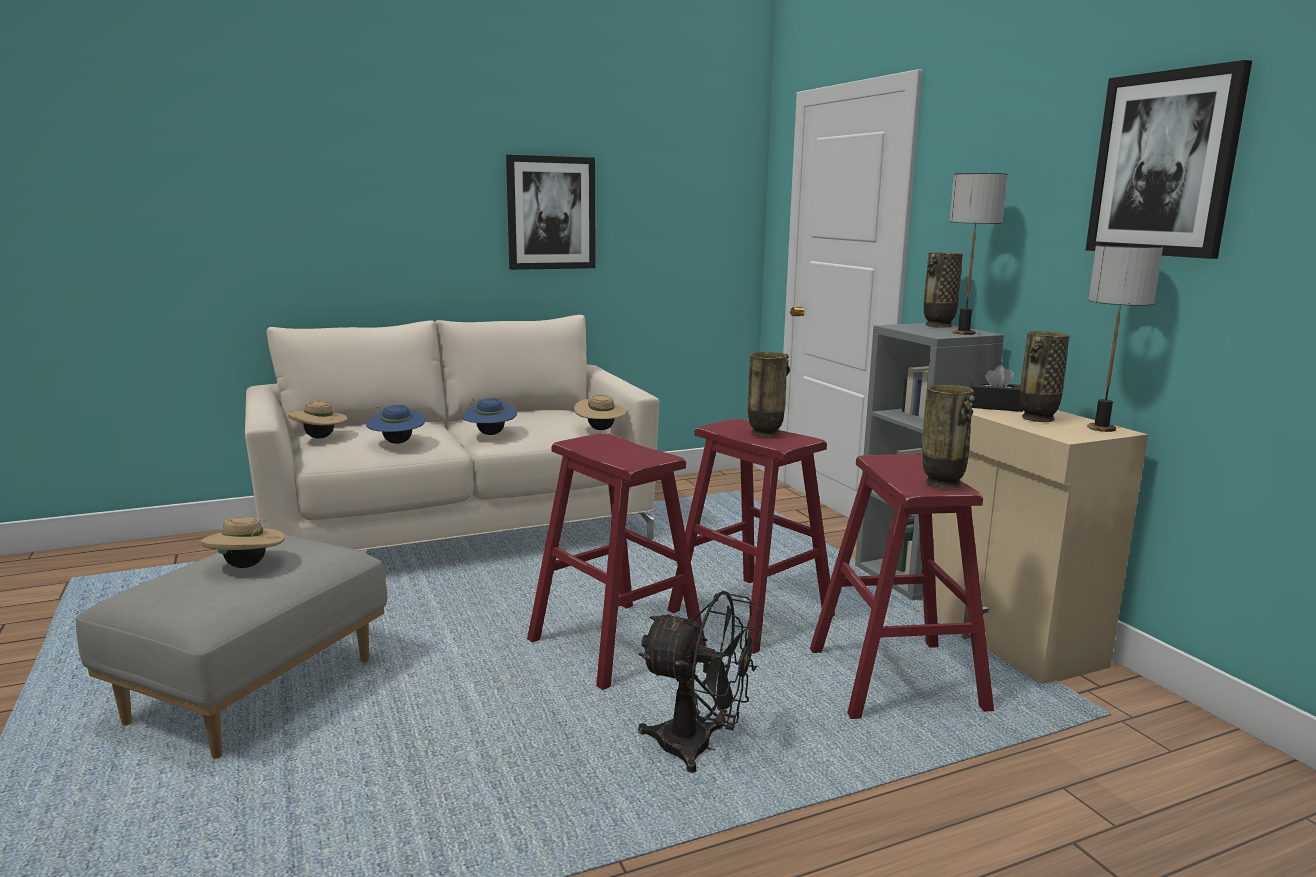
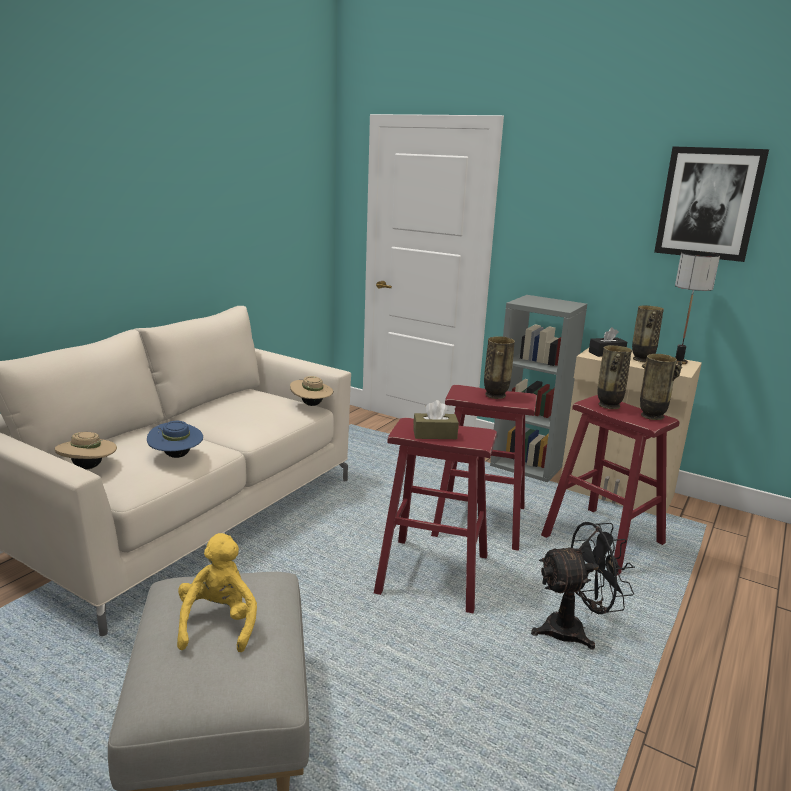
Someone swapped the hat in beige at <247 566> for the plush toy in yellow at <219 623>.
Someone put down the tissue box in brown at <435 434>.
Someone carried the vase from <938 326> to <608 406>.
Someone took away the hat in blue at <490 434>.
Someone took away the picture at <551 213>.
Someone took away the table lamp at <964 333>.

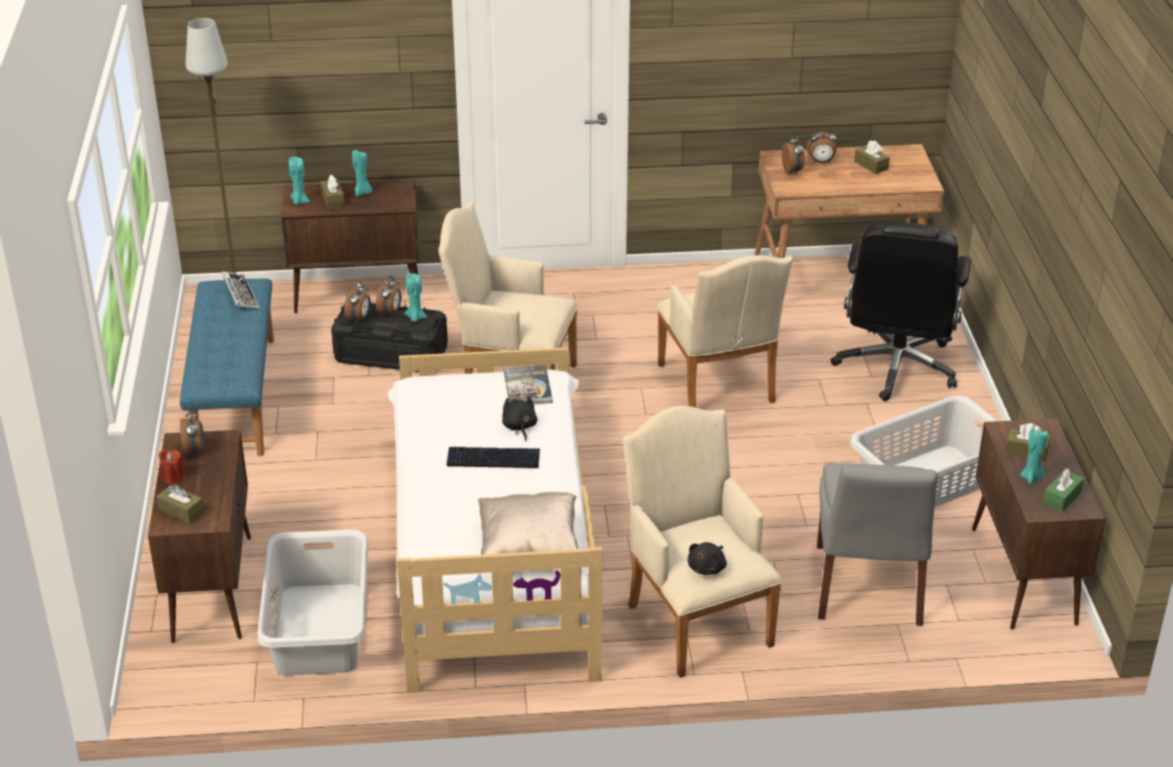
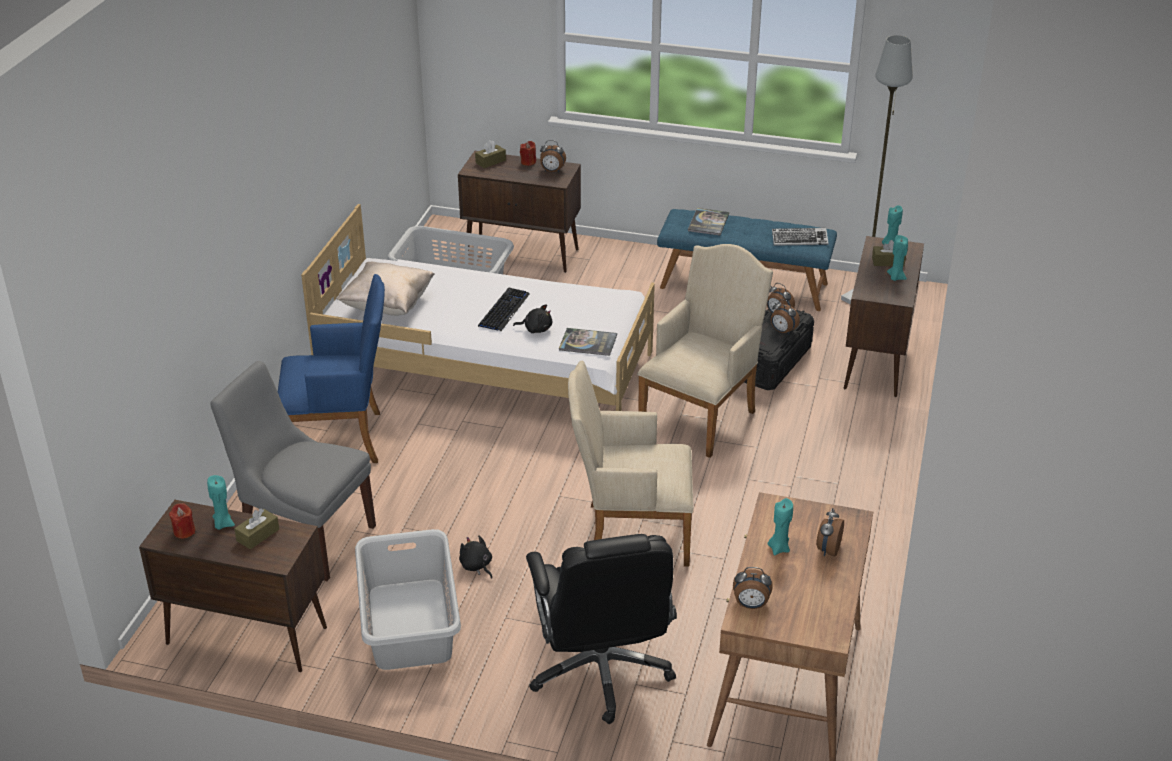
Someone swapped the tissue box in green at <1062 497> for the candle in red at <184 531>.
Someone repainted the armchair in beige at <696 618>, which became the armchair in blue at <341 439>.
Someone carried the plush toy in black from <707 568> to <476 566>.
Someone rotated the office chair in black at <896 367> by 135 degrees counterclockwise.
Someone put down the book at <708 222>.
Someone carried the alarm clock from <792 171> to <751 605>.
Someone carried the candle in turquoise from <415 318> to <779 548>.
Someone took away the tissue box in brown at <871 165>.

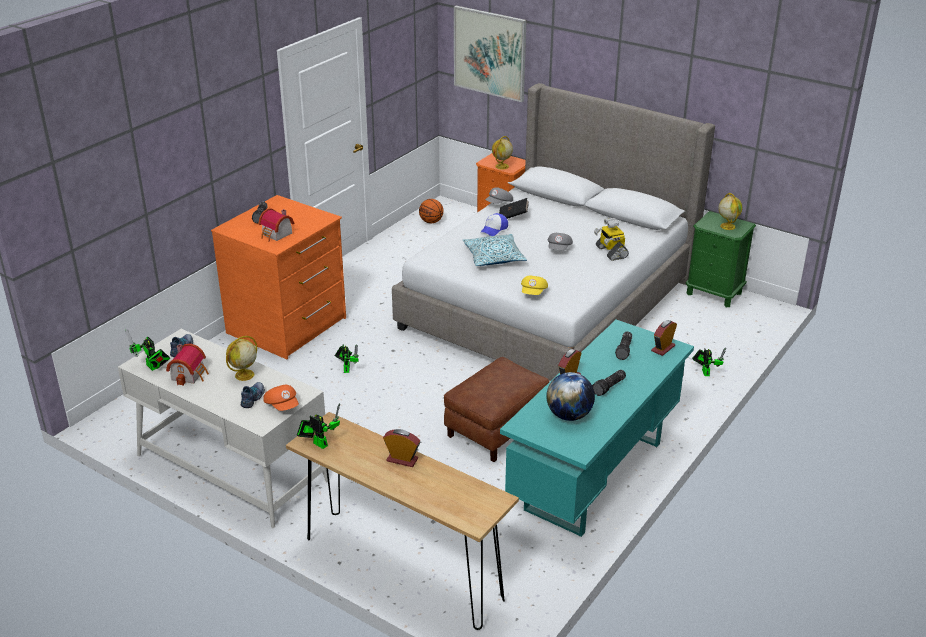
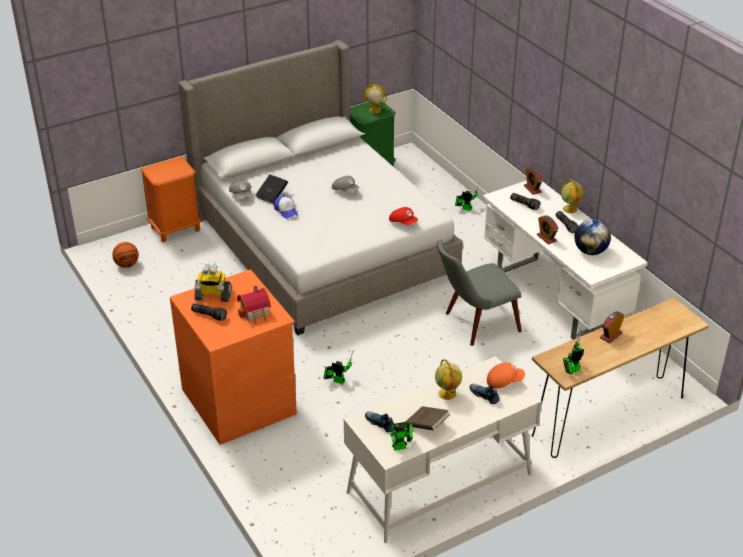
Someone carried the toy robot from <610 252> to <213 296>.
Someone repainted the cap in yellow at <534 293>, which became the cap in red at <403 222>.
Someone swapped the toy house at <190 374> for the book in brown at <427 425>.
Someone swapped the ottoman in brown at <496 429> for the chair in grey at <474 324>.
Someone repainted the desk in turquoise at <595 476>, which became the desk in white at <554 297>.
Someone carried the globe from <502 166> to <570 209>.
Someone took away the picture at <490 53>.
Someone took away the pillow at <494 257>.

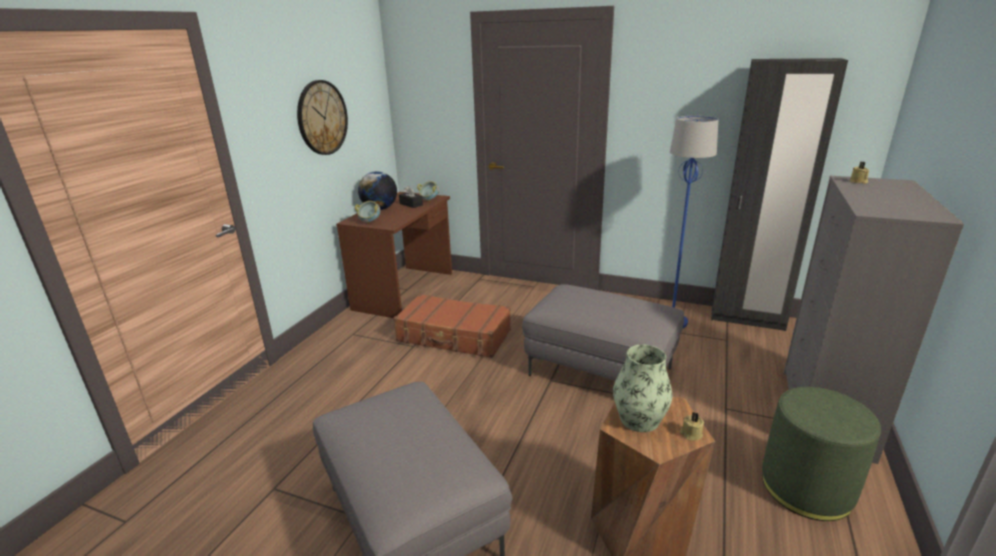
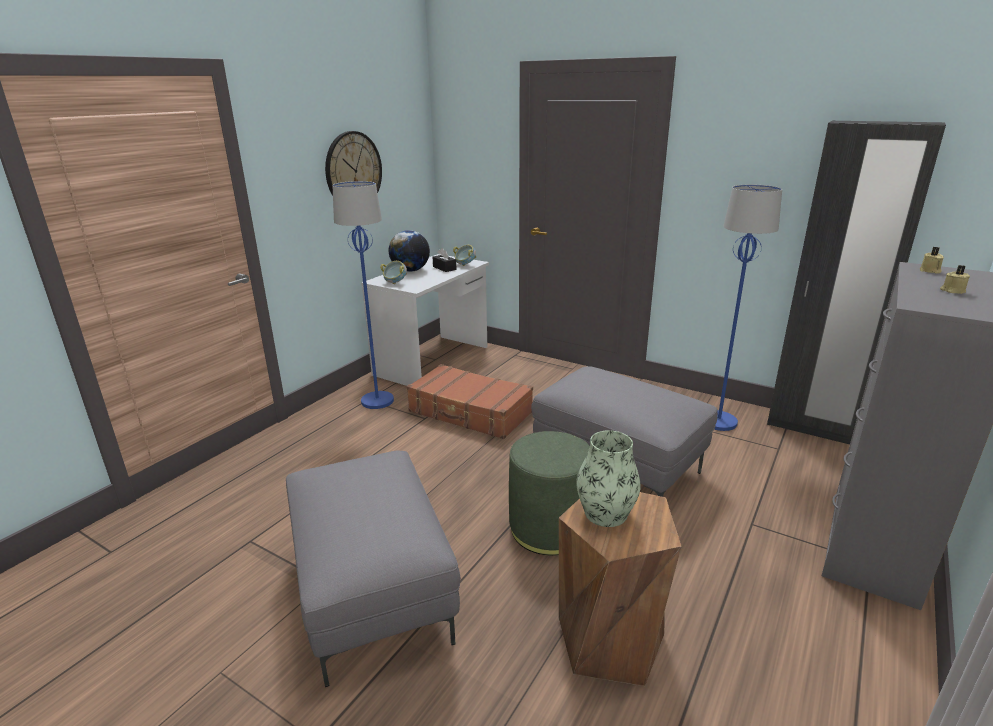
Someone put down the floor lamp in blue at <377 401>.
Someone repainted the desk in brown at <405 291>, which became the desk in white at <433 361>.
Someone carried the ottoman in green from <806 487> to <549 528>.
Someone carried the candle in beige from <690 434> to <952 291>.

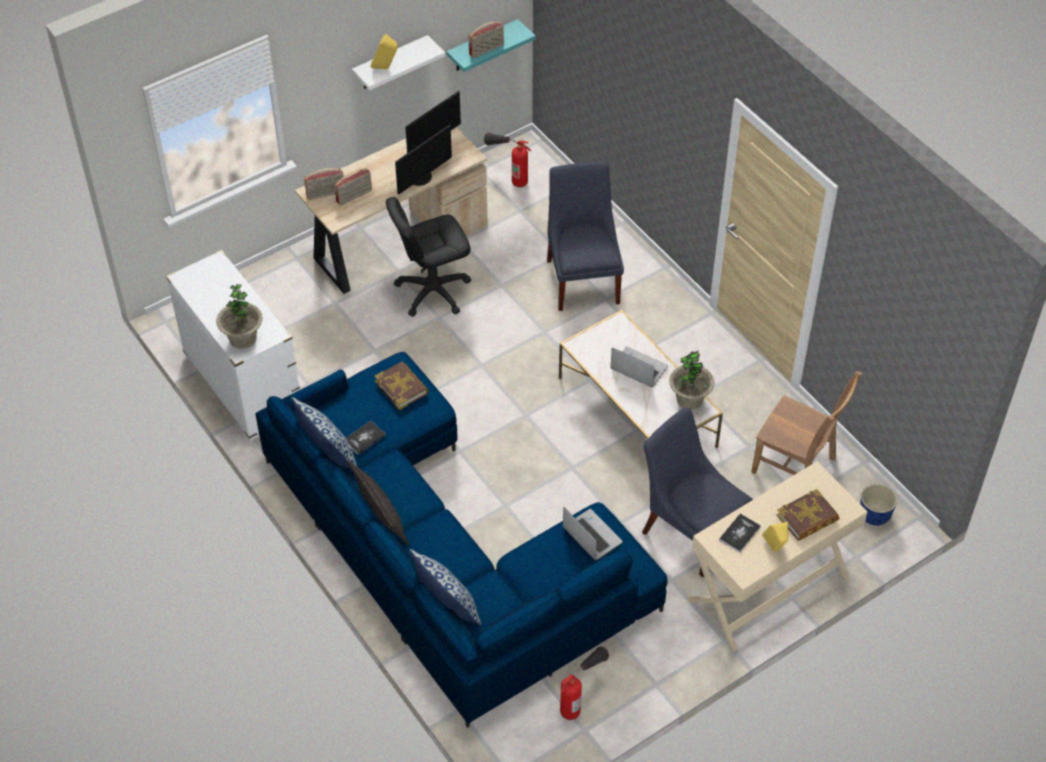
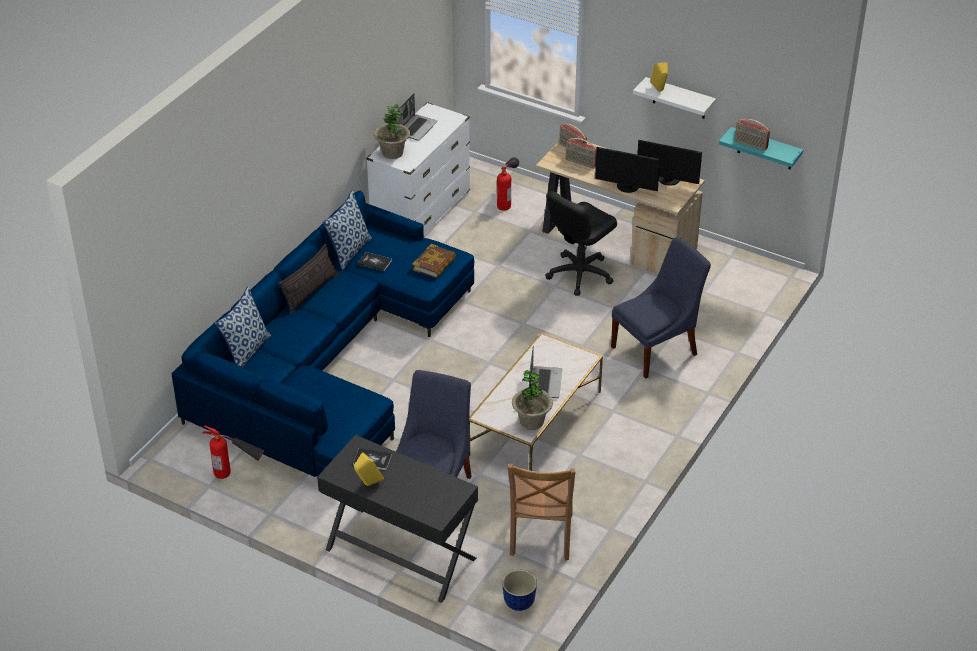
Someone repainted the desk in beige at <768 589>, which became the desk in black at <400 554>.
Someone carried the laptop from <591 535> to <416 128>.
Someone carried the fire extinguisher from <508 174> to <507 198>.
Someone rotated the office chair in black at <432 291> by 90 degrees counterclockwise.
Someone took away the book at <807 518>.

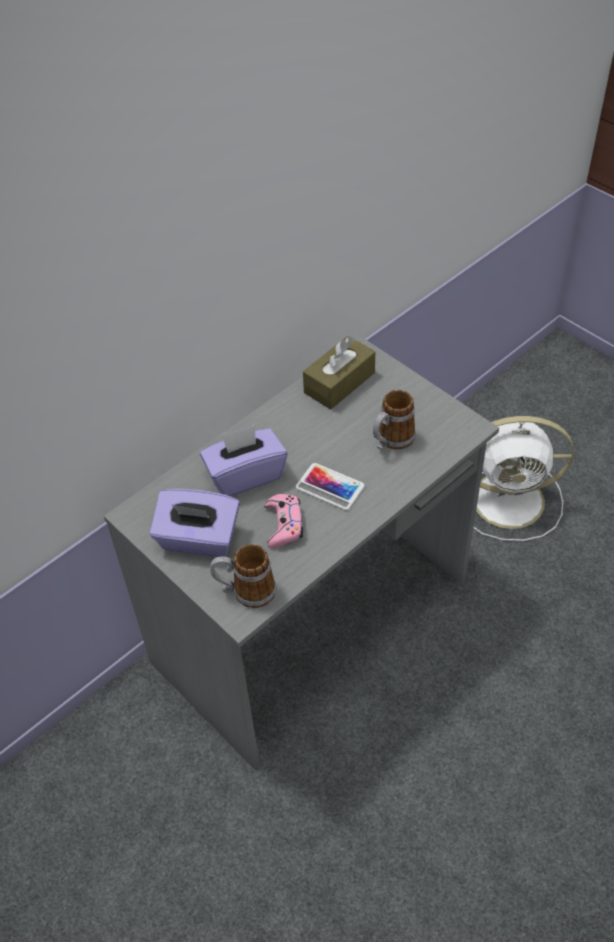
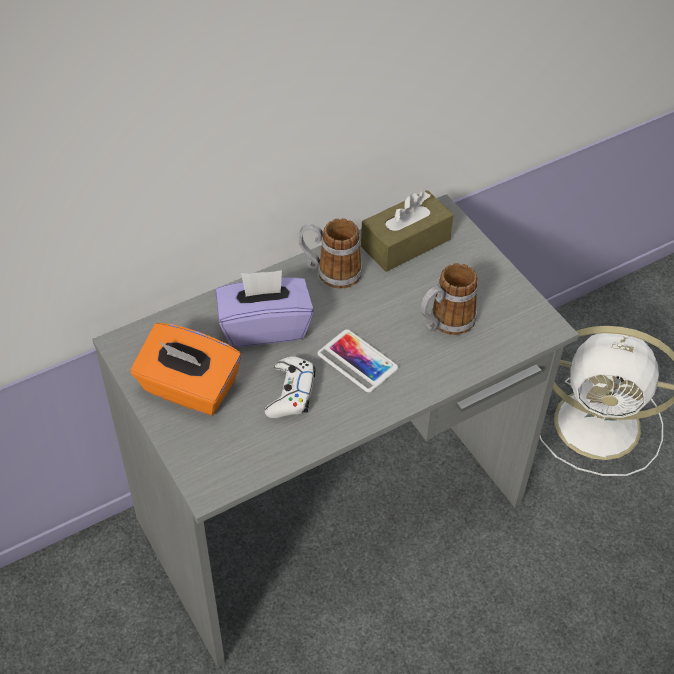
Someone repainted the tissue box in purple at <198 539>, which became the tissue box in orange at <189 389>.
Someone repainted the game controller in pink at <283 525>, which became the game controller in white at <290 393>.
Someone carried the mug from <245 591> to <330 272>.

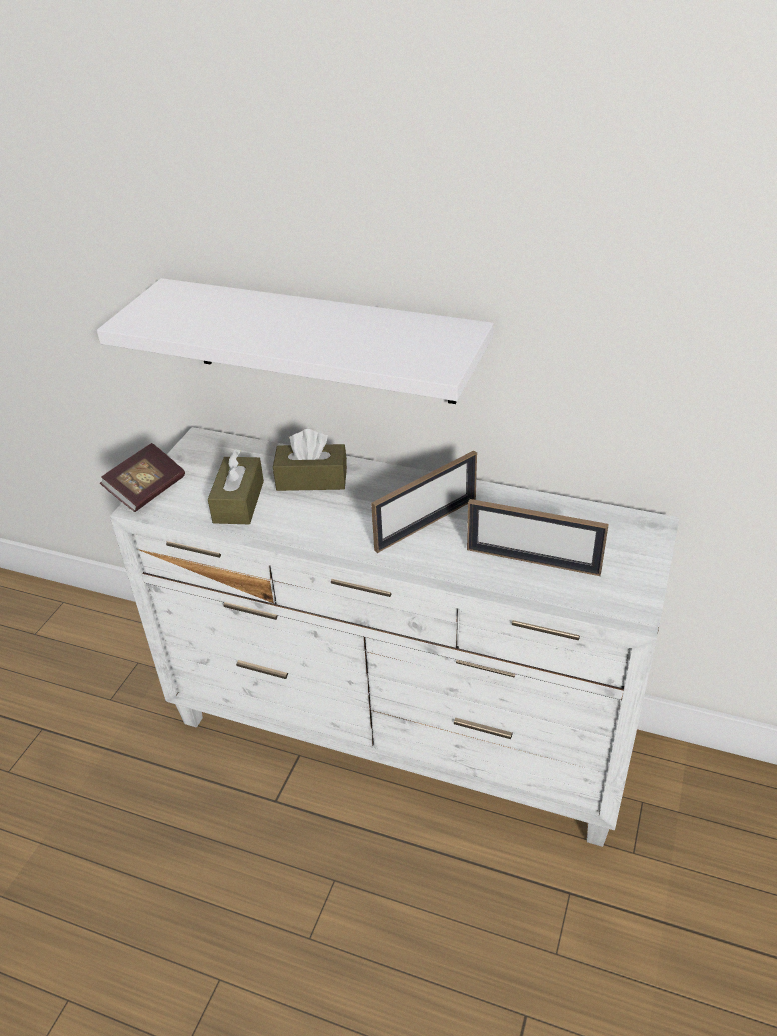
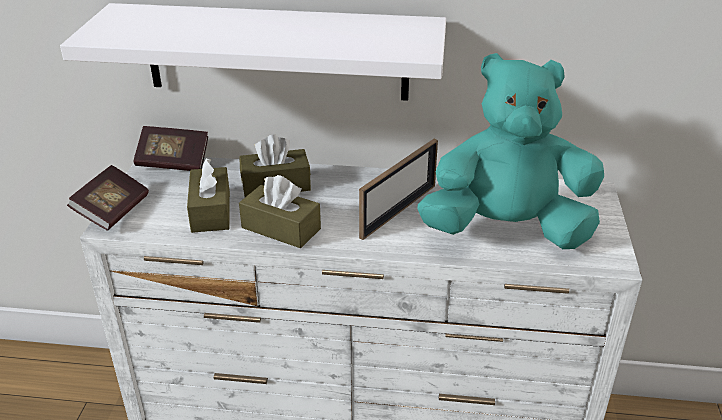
Someone put down the book at <173 162>.
Someone put down the tissue box in brown at <281 228>.
Someone swapped the picture frame at <532 561> for the plush toy in turquoise at <507 230>.

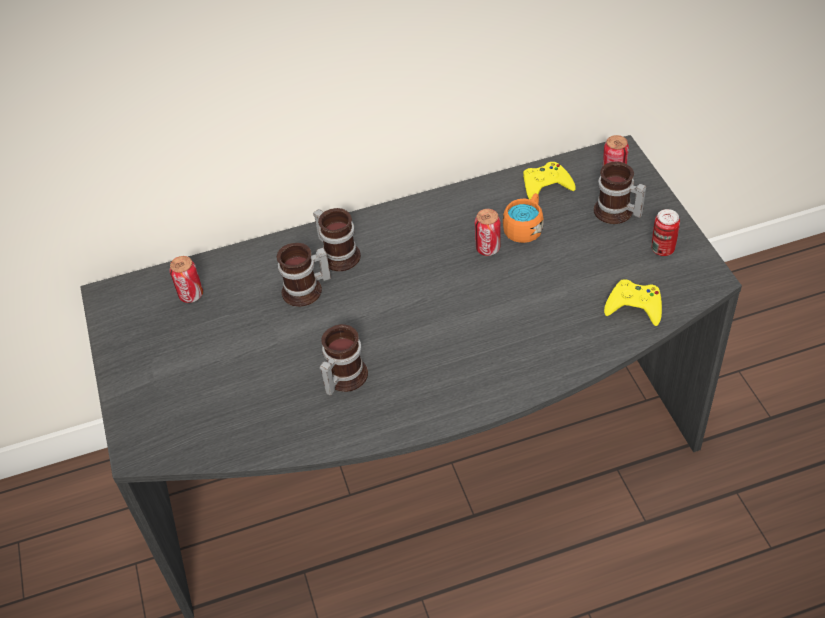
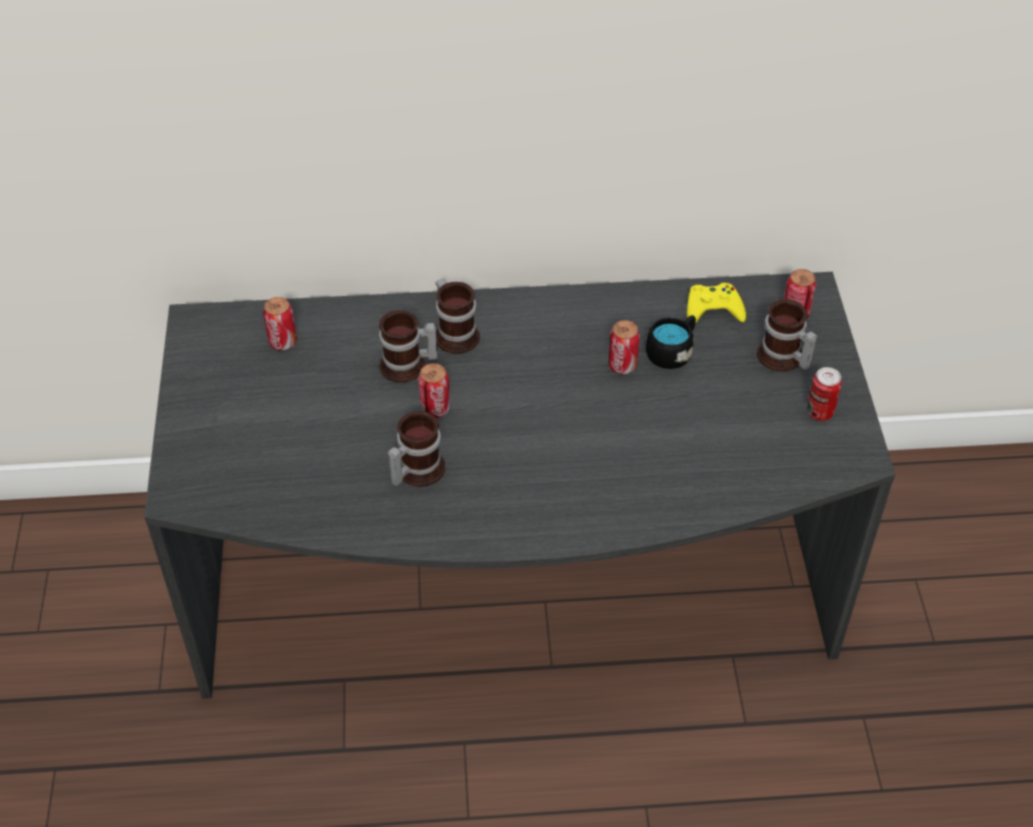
Someone put down the can at <435 409>.
Someone repainted the mug in orange at <525 228>, which became the mug in black at <672 352>.
Someone took away the game controller in yellow at <634 306>.

